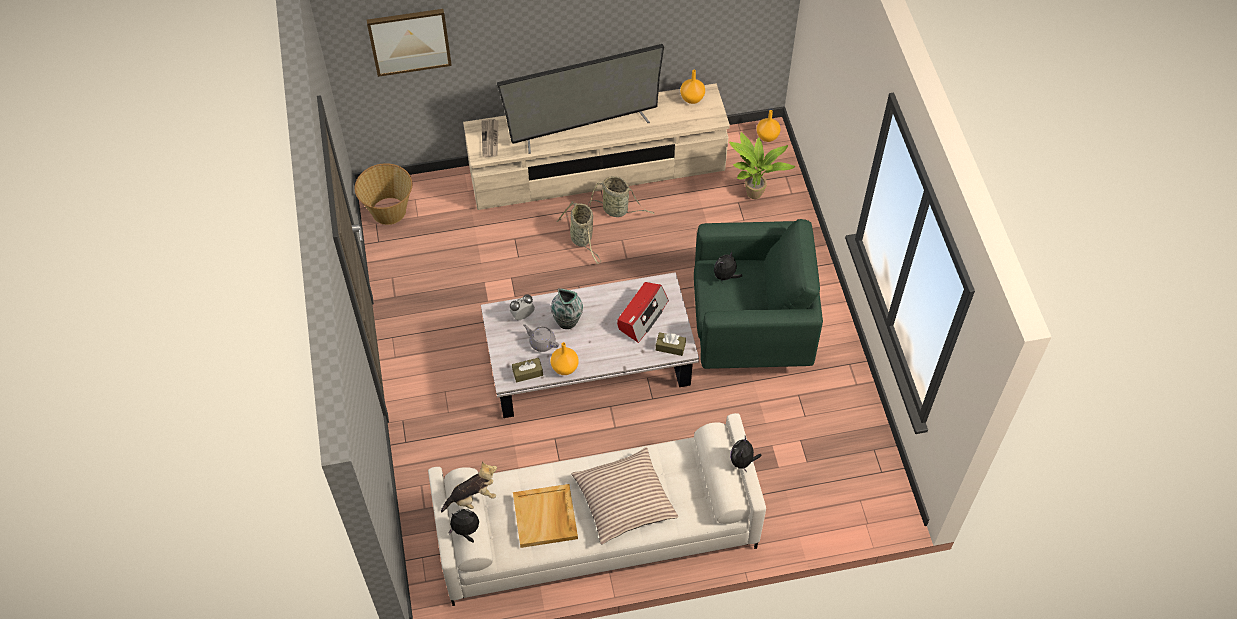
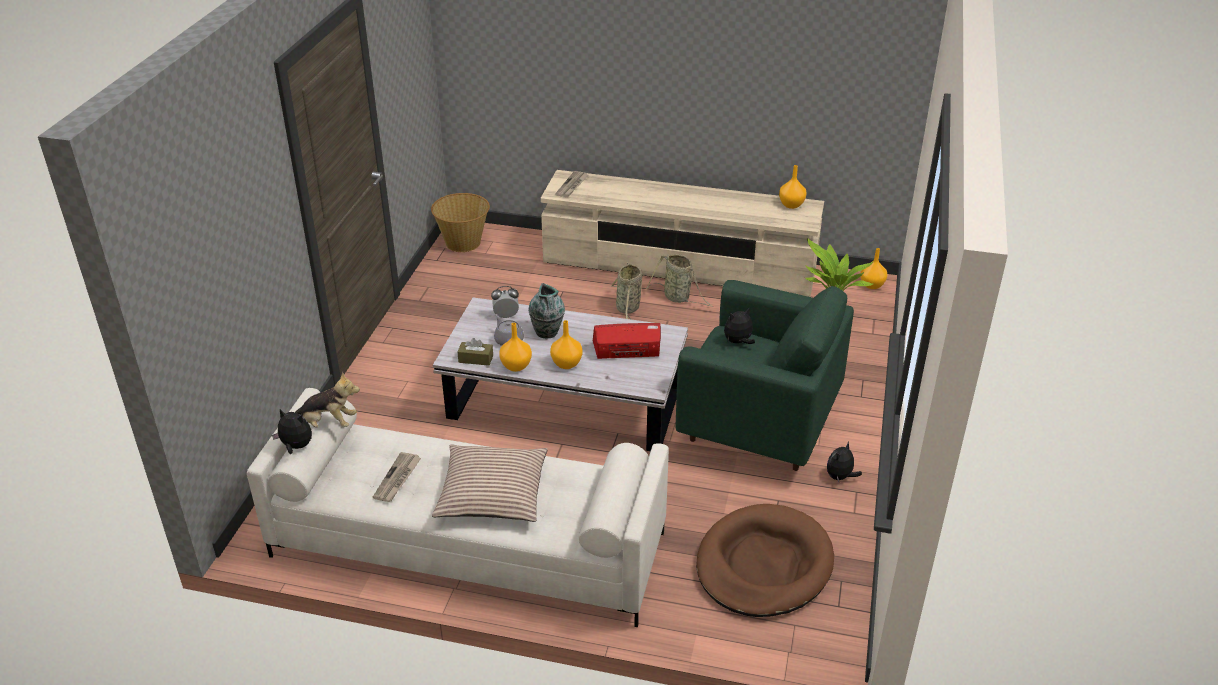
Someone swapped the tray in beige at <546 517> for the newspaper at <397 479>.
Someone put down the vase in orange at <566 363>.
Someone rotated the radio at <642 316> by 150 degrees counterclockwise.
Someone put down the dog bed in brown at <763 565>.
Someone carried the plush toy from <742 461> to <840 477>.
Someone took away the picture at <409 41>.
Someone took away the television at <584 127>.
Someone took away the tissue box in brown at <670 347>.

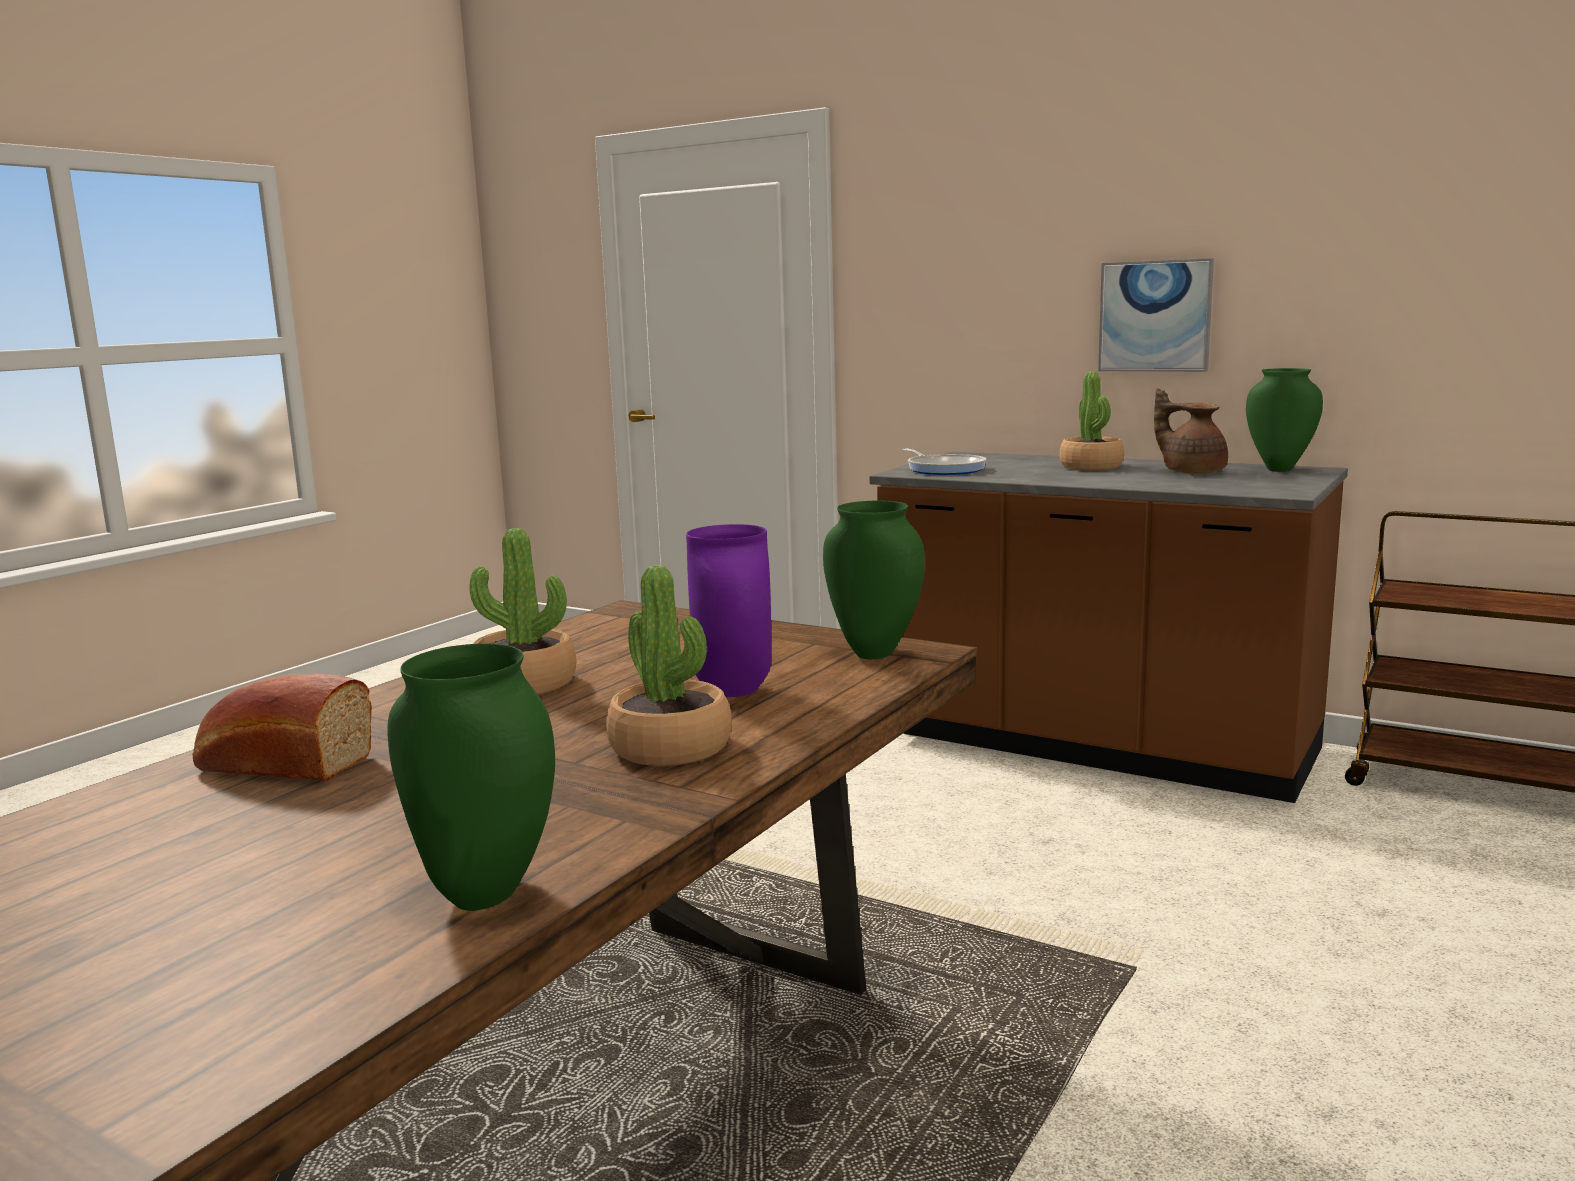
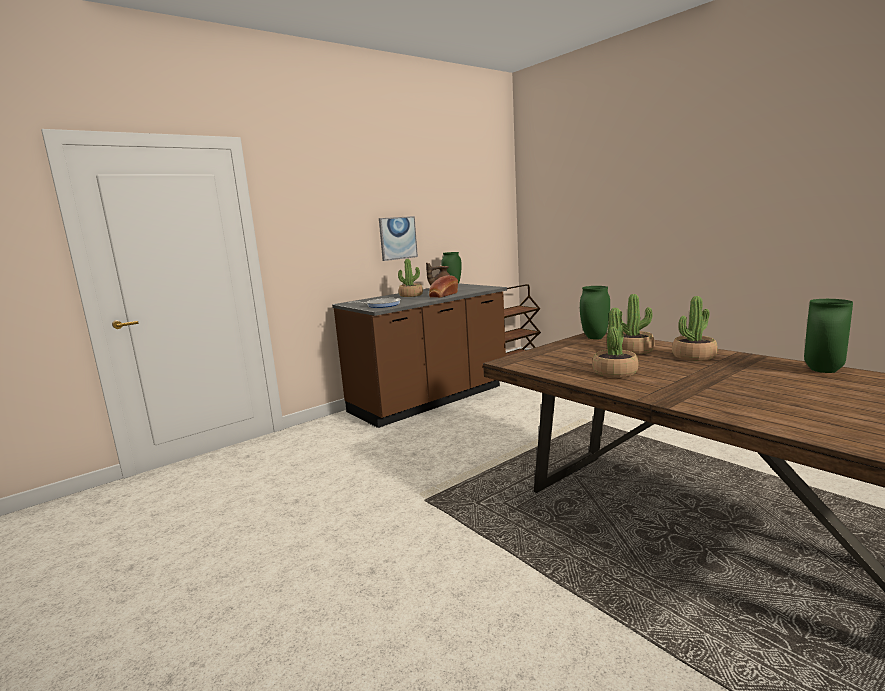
Someone carried the bread from <280 763> to <443 295>.
Someone swapped the vase in purple at <736 691> for the potted plant at <633 350>.

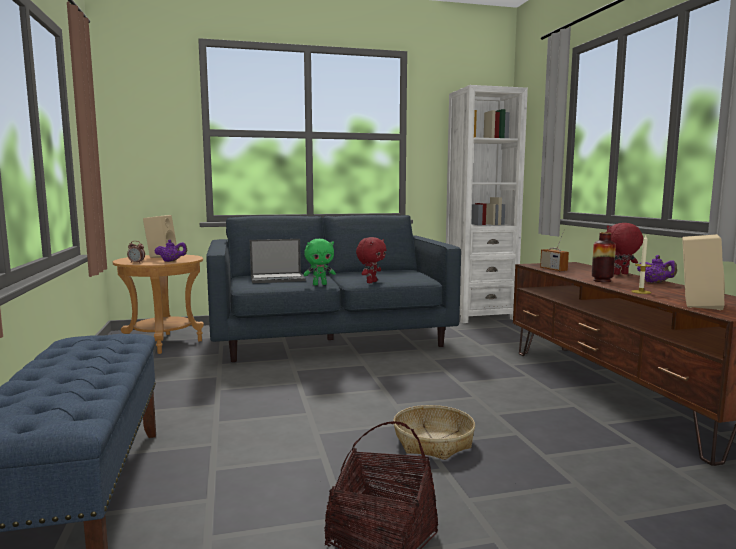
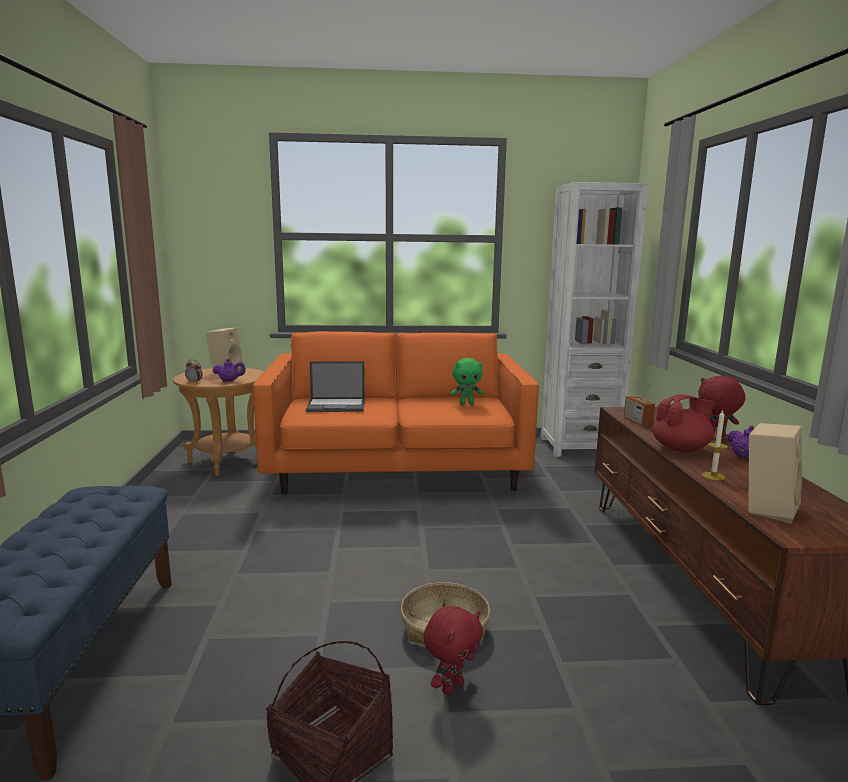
Someone repainted the sofa in blue at <330 339>, which became the sofa in orange at <396 470>.
Someone carried the plush toy in red from <371 282> to <451 686>.
Someone carried the plush toy in green from <319 284> to <466 403>.
Someone swapped the vase at <602 280> for the teapot in red at <681 449>.

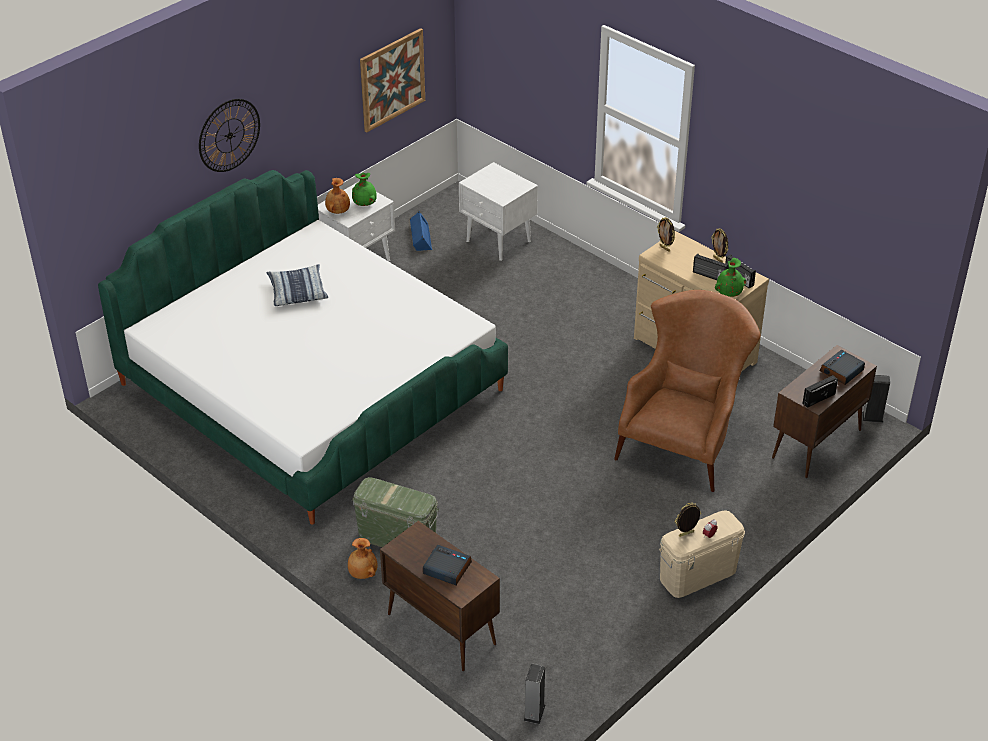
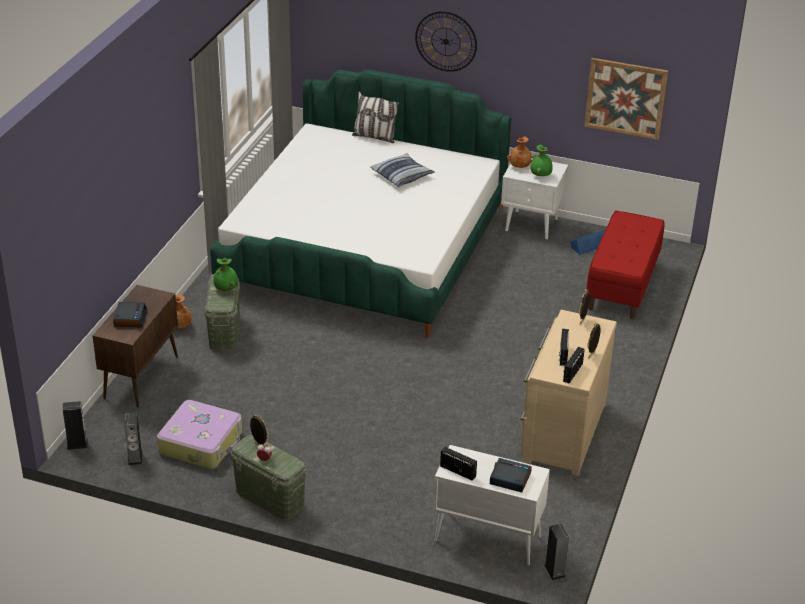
Someone put down the speaker at <135 458>.
Someone put down the suitcase at <202 443>.
Someone carried the vase in green from <728 293> to <226 288>.
Someone repainted the storage box in beige at <698 575>, which became the storage box in green at <269 498>.
Someone put down the pillow at <375 137>.
Someone repainted the cabinet in brown at <816 444>, which became the cabinet in white at <486 538>.
Someone swapped the nightstand in white at <499 241> for the bench in red at <623 285>.
Someone took away the armchair in brown at <683 440>.

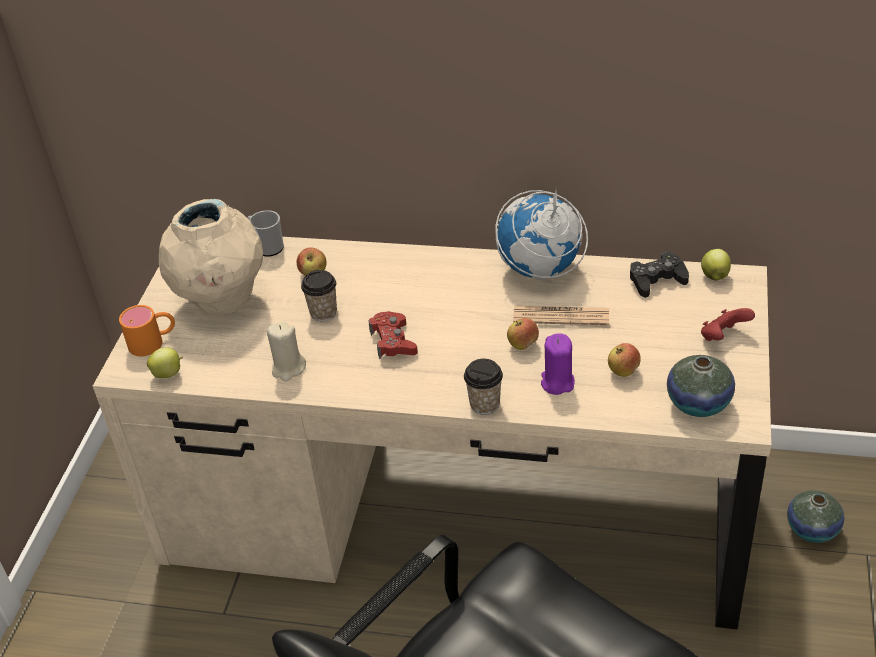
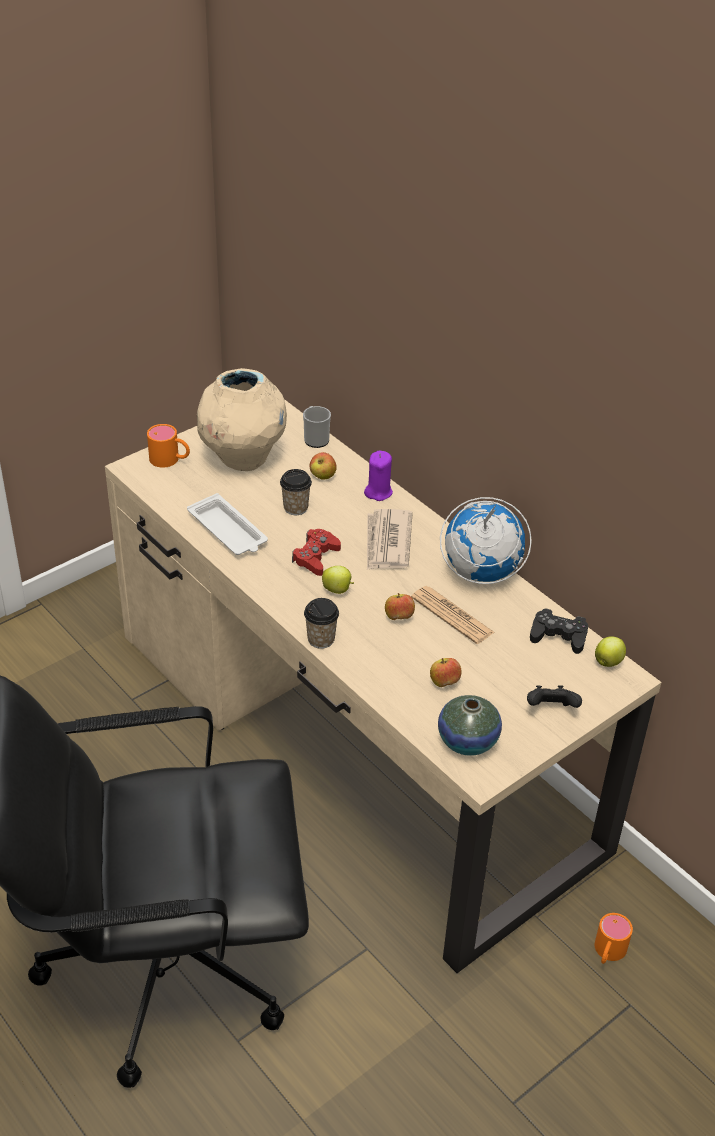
Someone swapped the candle in beige at <288 368> for the tray in white at <228 531>.
Someone carried the apple from <168 374> to <338 590>.
Someone carried the candle in purple from <557 382> to <378 492>.
Someone put down the newspaper at <387 543>.
Someone repainted the game controller in red at <723 337>, which became the game controller in black at <551 709>.
Someone swapped the vase at <812 529> for the mug in orange at <608 952>.

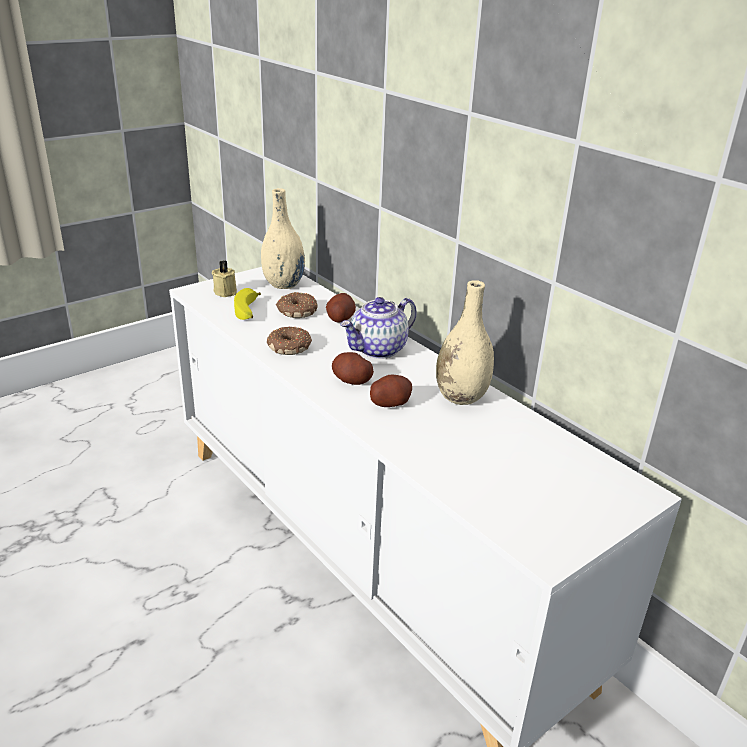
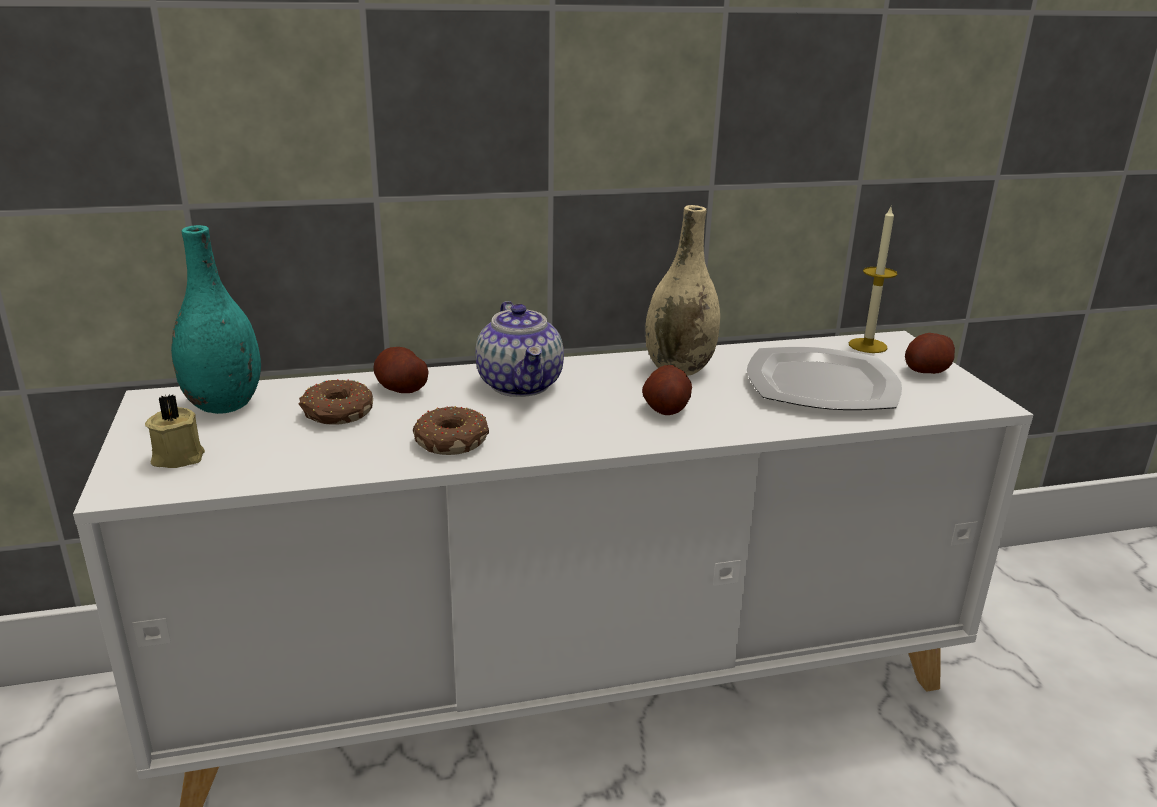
Someone repainted the vase in beige at <283 284>, which became the vase in turquoise at <224 405>.
Someone put down the plate at <822 384>.
Someone put down the candle at <867 345>.
Someone carried the potato from <351 381> to <927 371>.
Someone took away the banana at <248 312>.

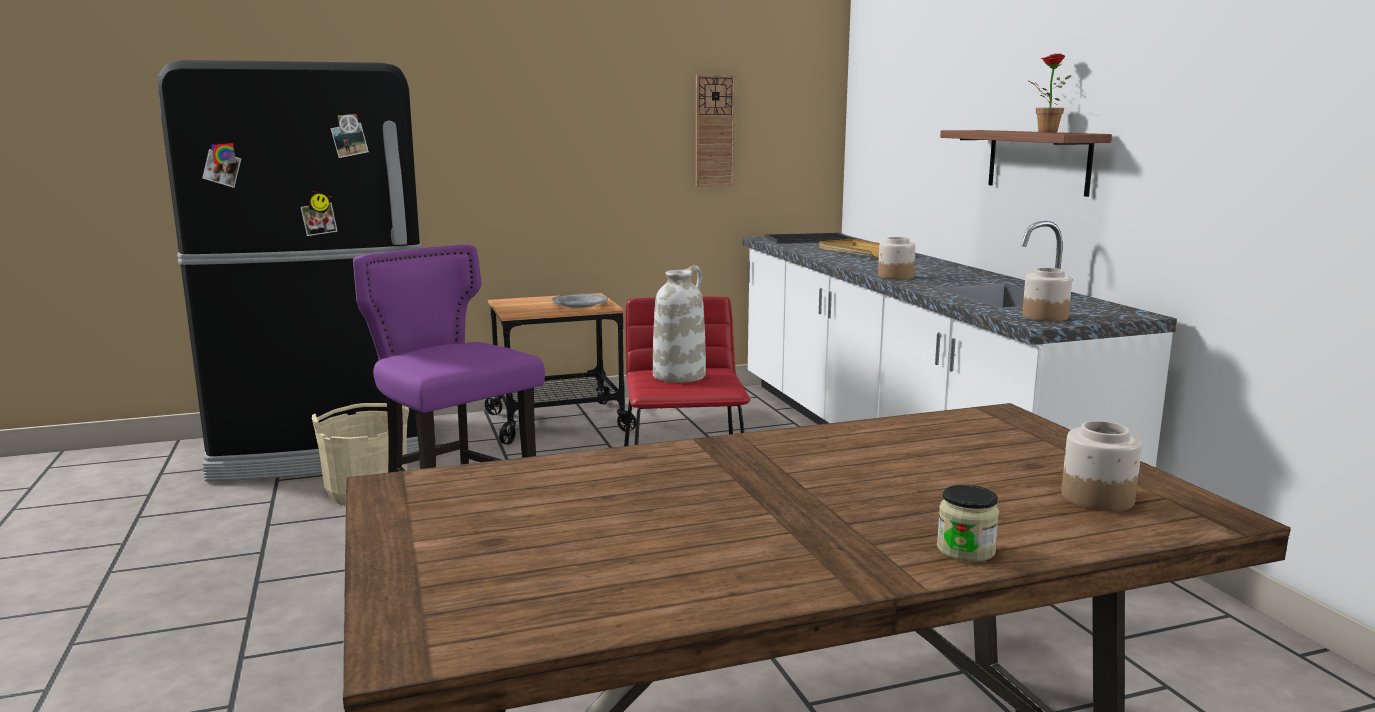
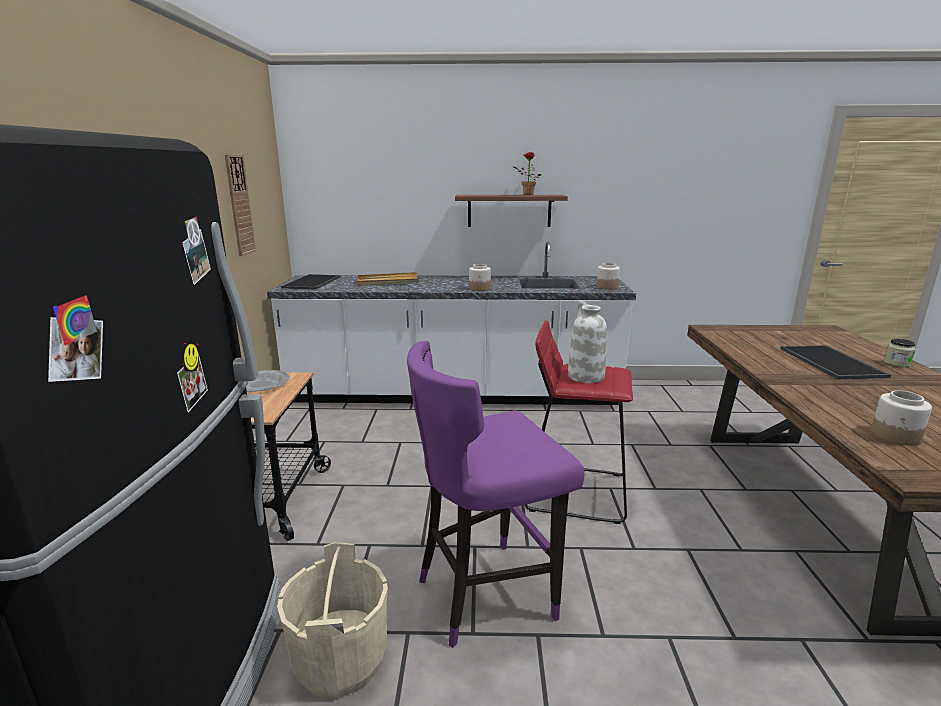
Someone put down the tray at <833 362>.
Someone carried the jar from <1096 498> to <896 436>.

